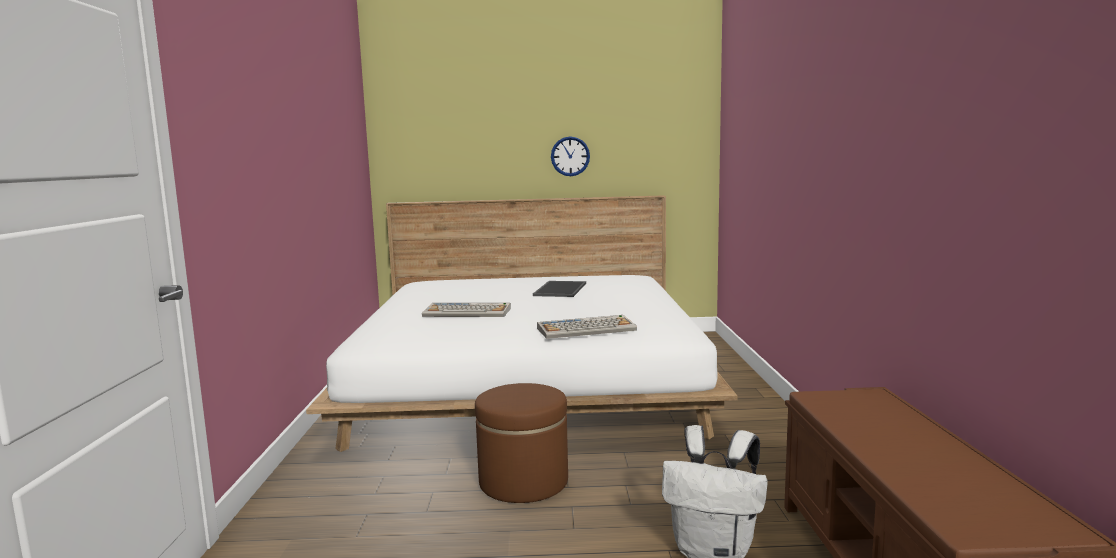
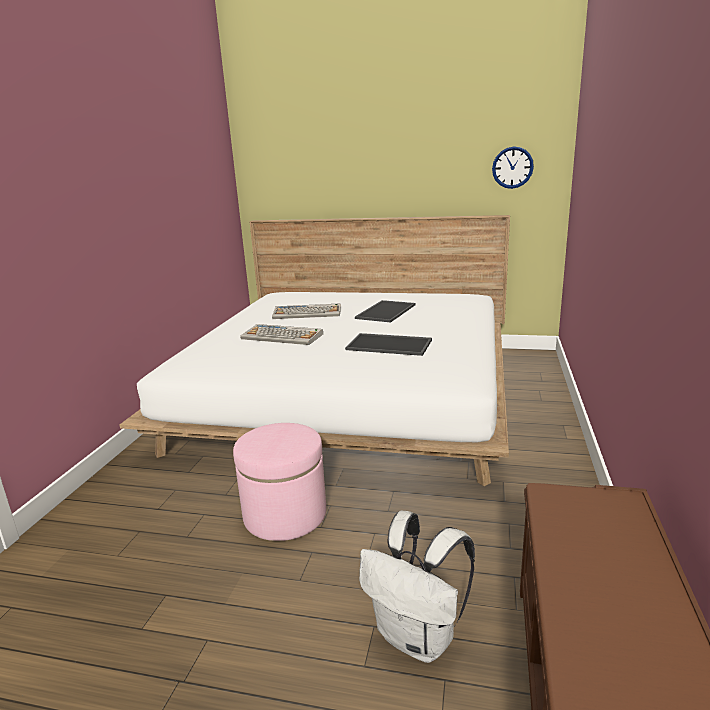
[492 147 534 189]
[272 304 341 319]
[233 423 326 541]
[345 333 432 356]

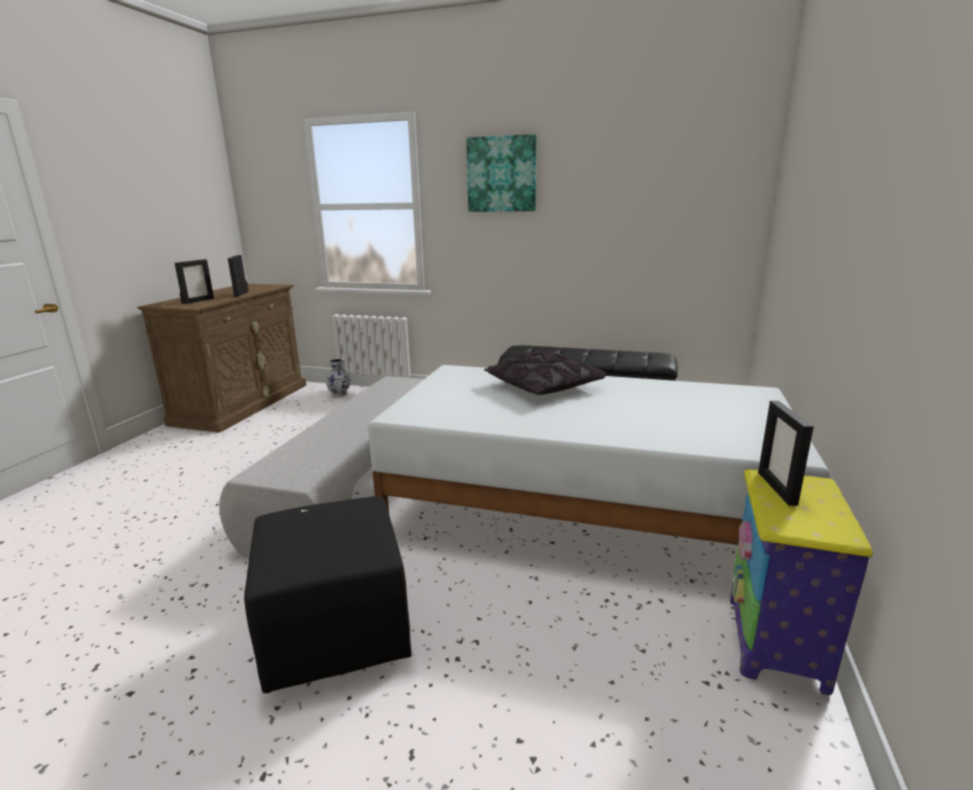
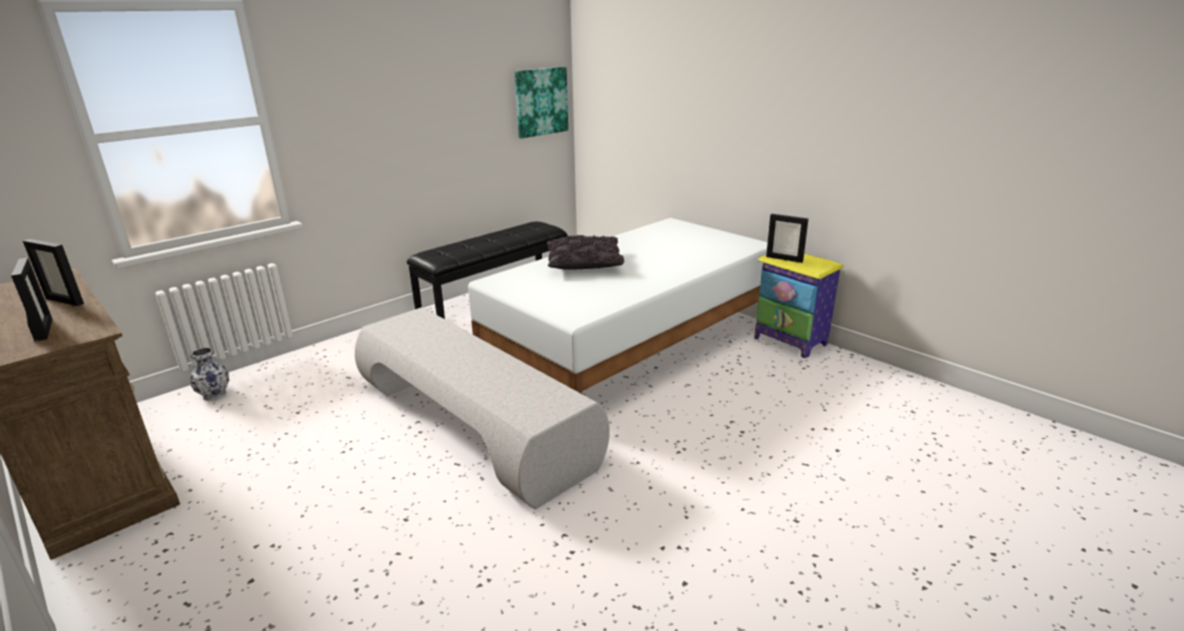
[515 67 568 138]
[244 496 411 693] (first image)

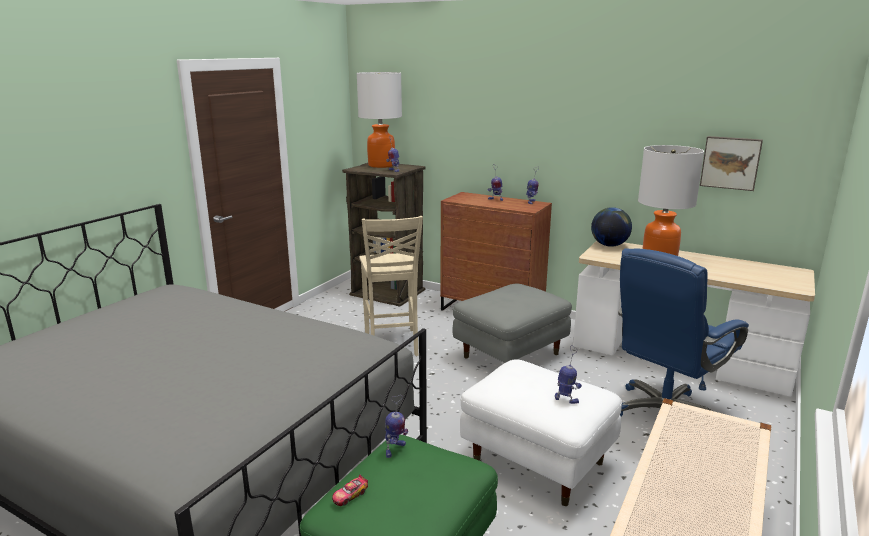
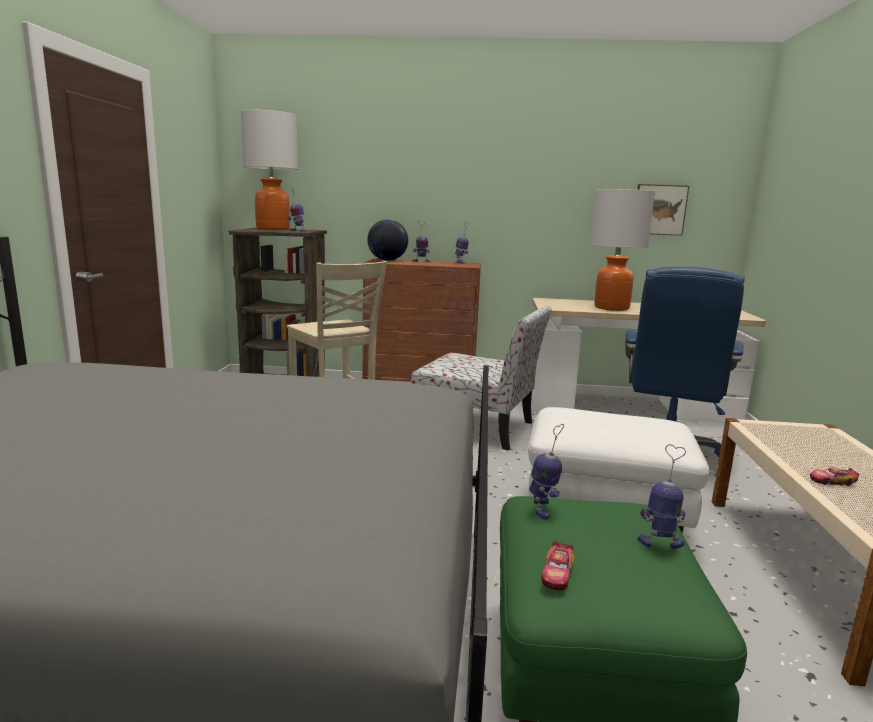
[367 219 408 261]
[410 306 551 450]
[637 444 686 549]
[810 468 859 486]

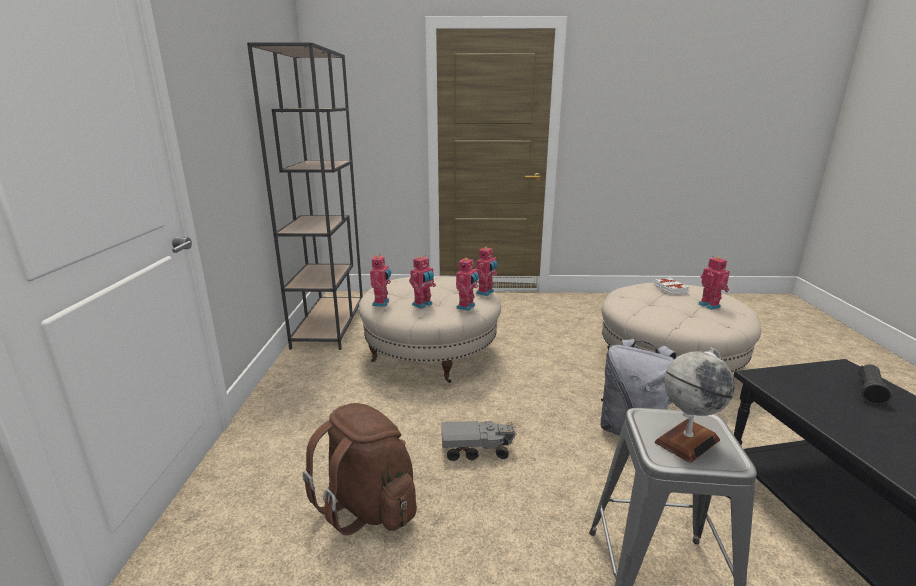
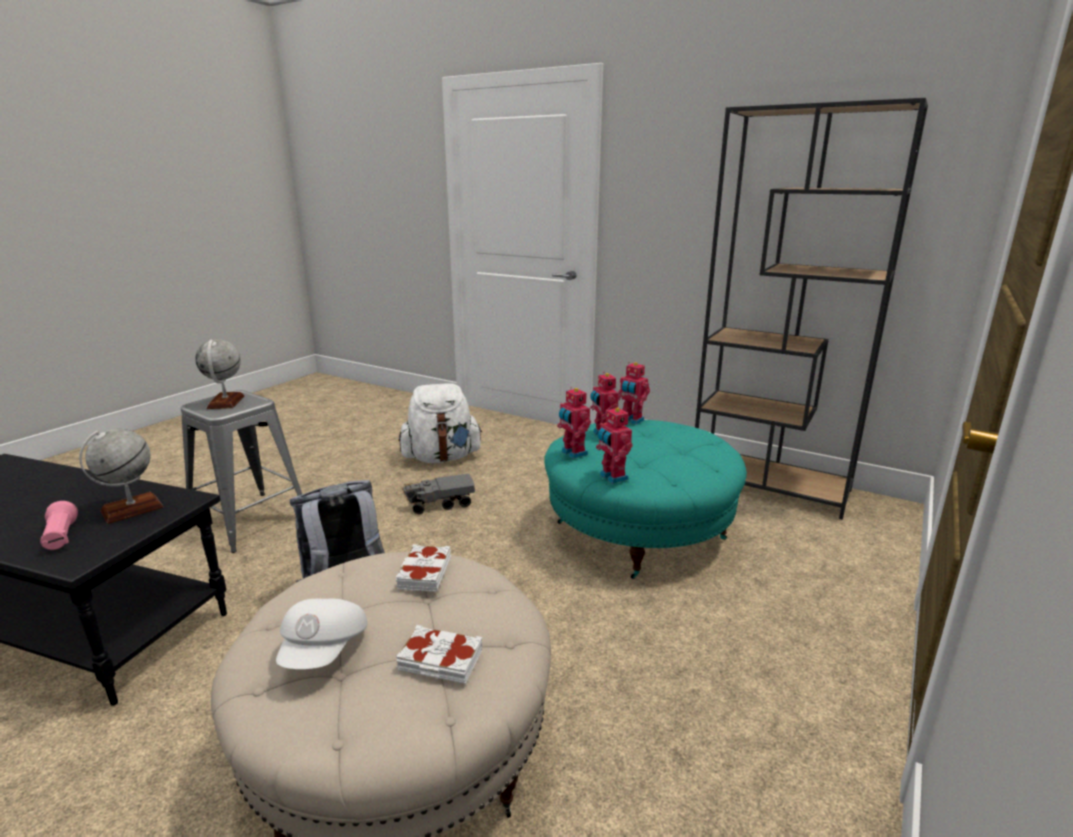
[276 599 368 669]
[544 420 747 579]
[40 501 78 550]
[399 383 483 463]
[402 474 475 514]
[79 429 163 524]
[396 544 451 592]

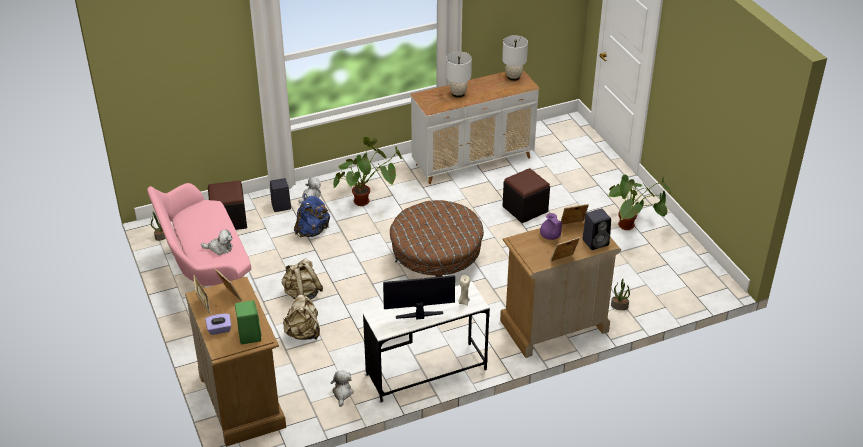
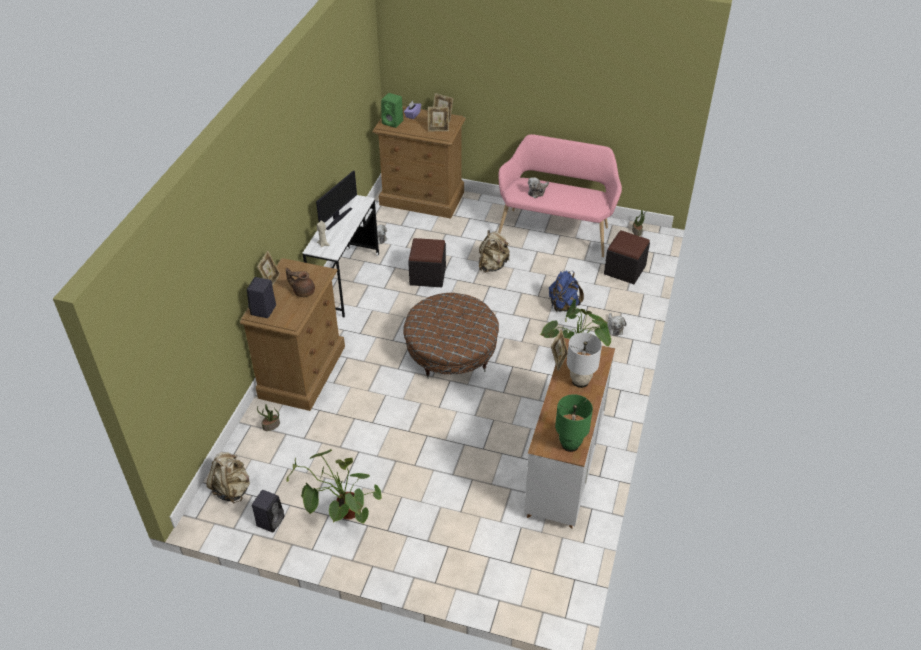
[555 394 593 452]
[408 238 446 287]
[252 490 284 533]
[551 329 568 371]
[286 268 315 297]
[207 453 250 504]

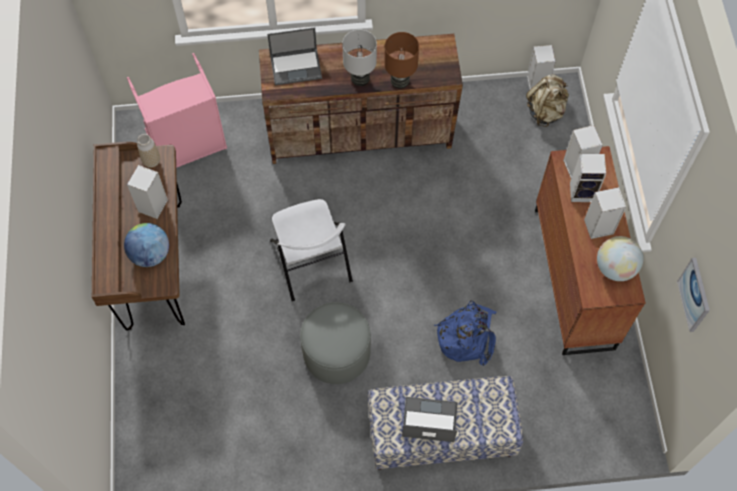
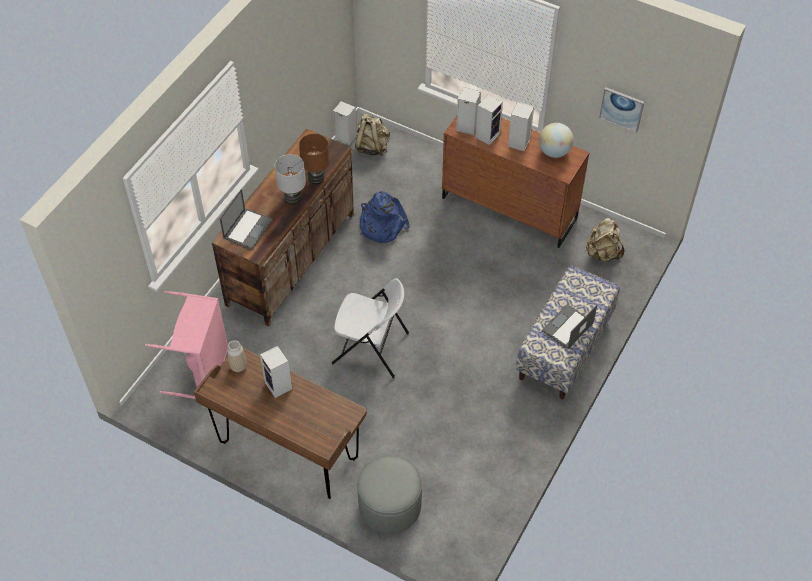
[124 223 169 267] (first image)
[360 191 410 243]
[357 455 422 534]
[586 218 624 262]

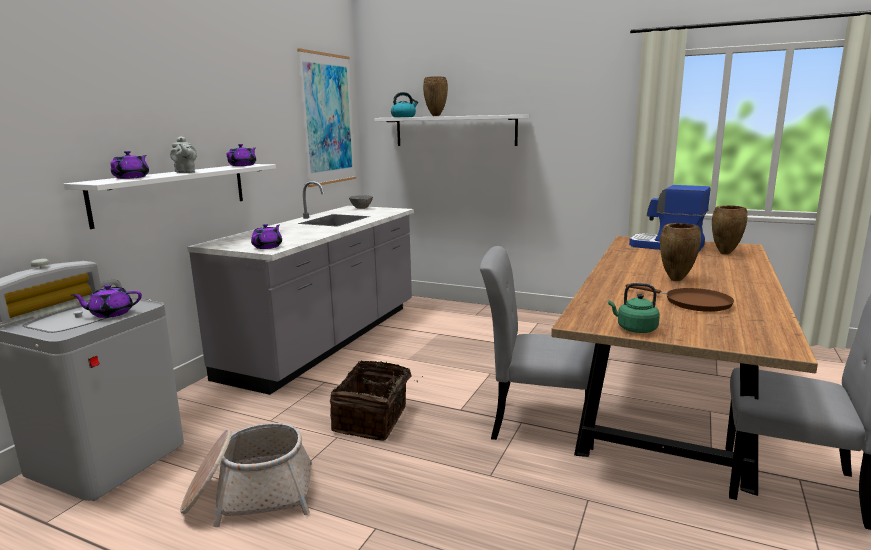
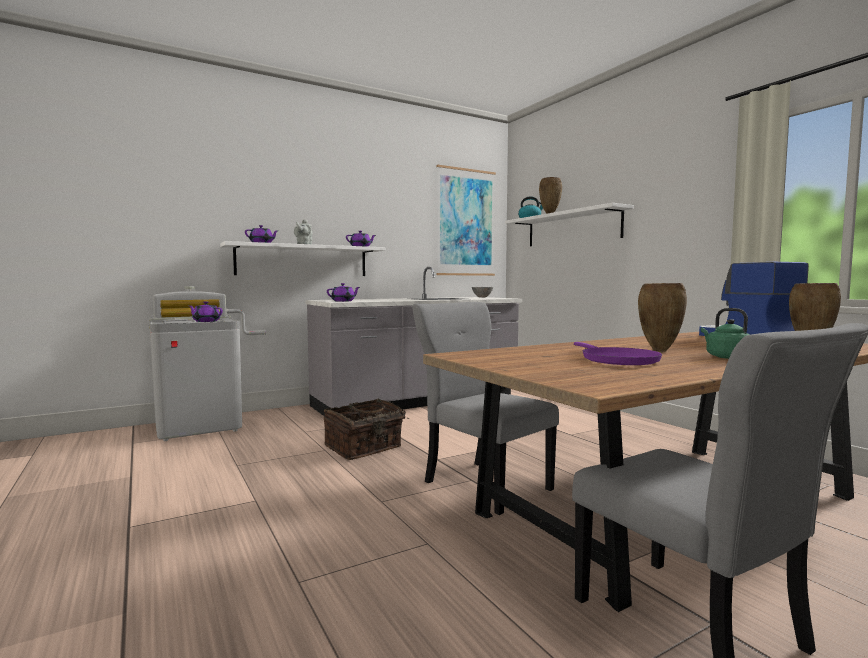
[701 308 750 359]
[574 342 662 365]
[180 423 312 527] (first image)

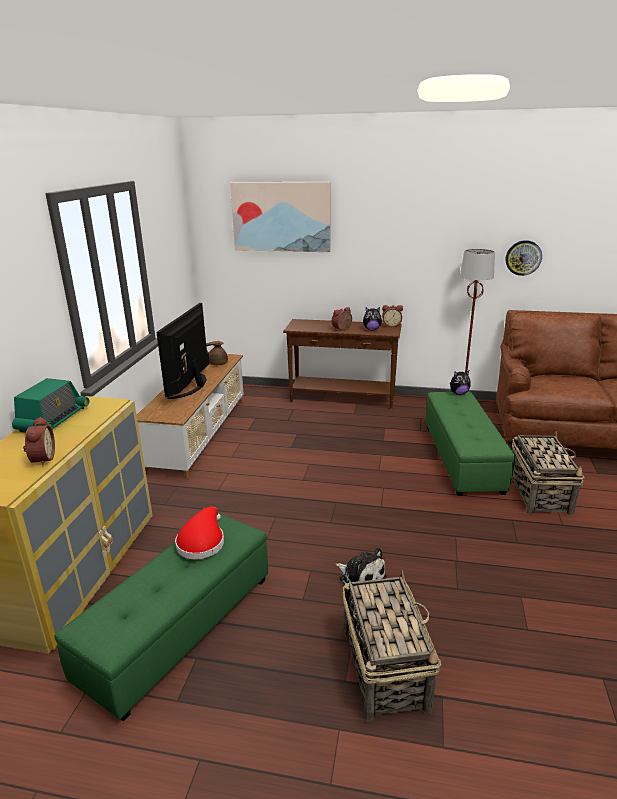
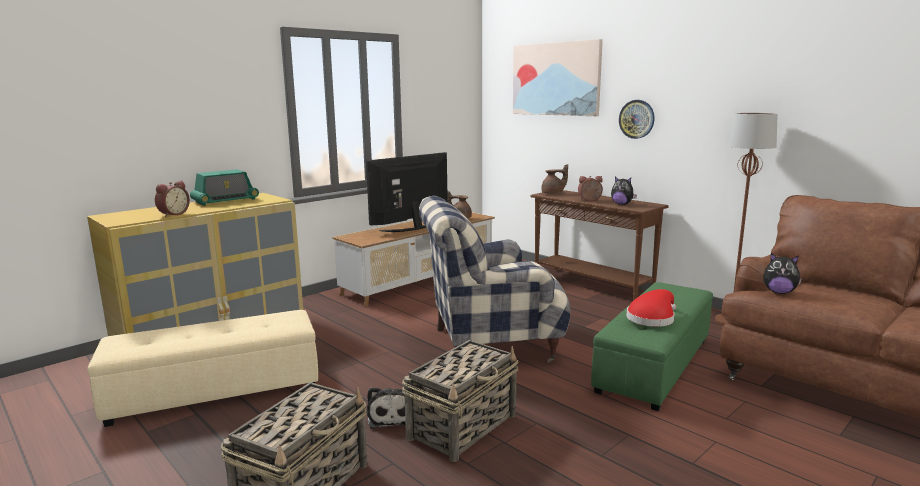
[619 100 655 139]
[382 305 403 327] (first image)
[763 253 802 294]
[402 340 518 462]
[627 289 676 327]
[88 310 318 427]
[541 164 568 194]
[419 196 570 363]

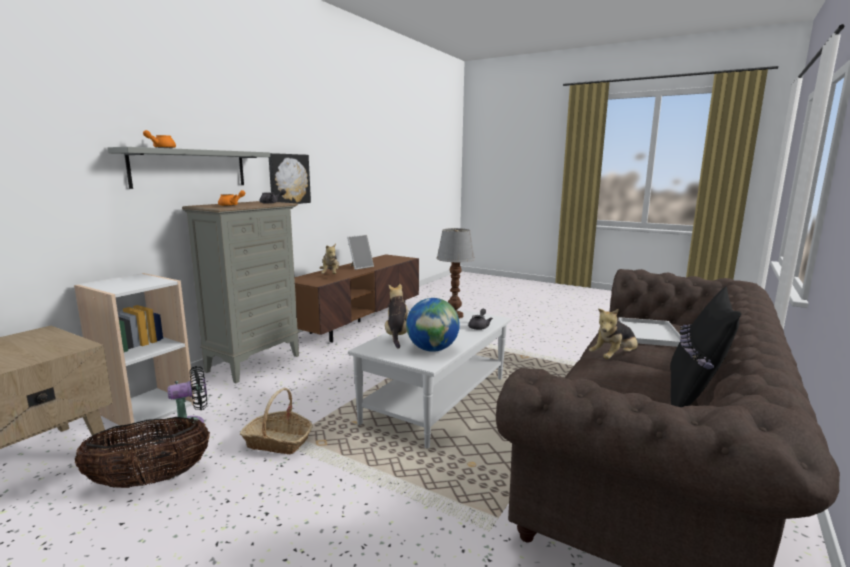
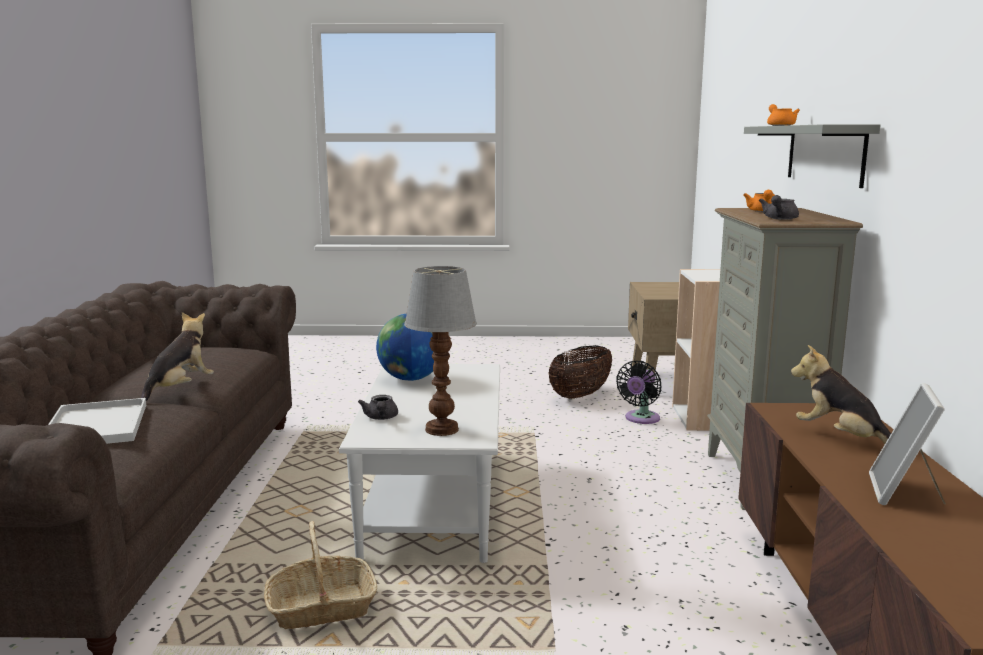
[269 153 311 204] (first image)
[385 284 408 349] (first image)
[670 286 741 407] (first image)
[264 521 377 629]

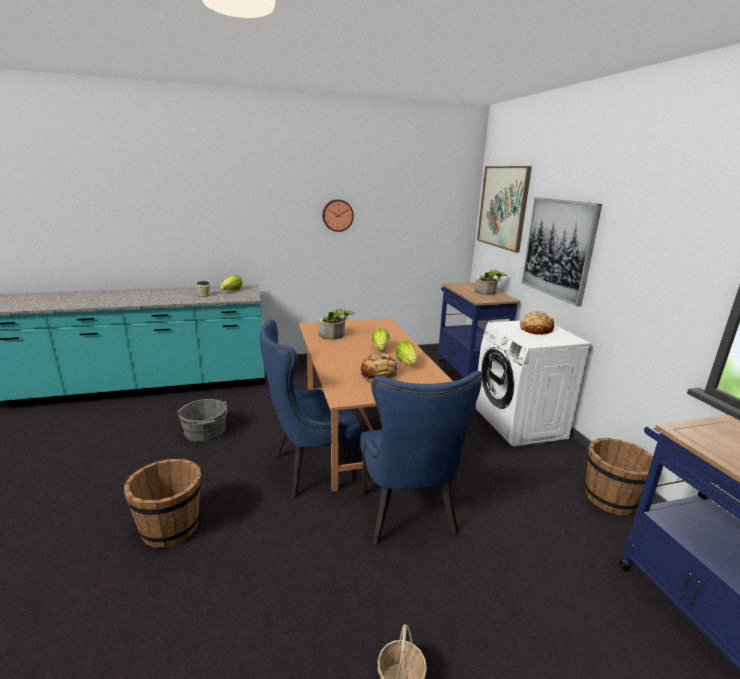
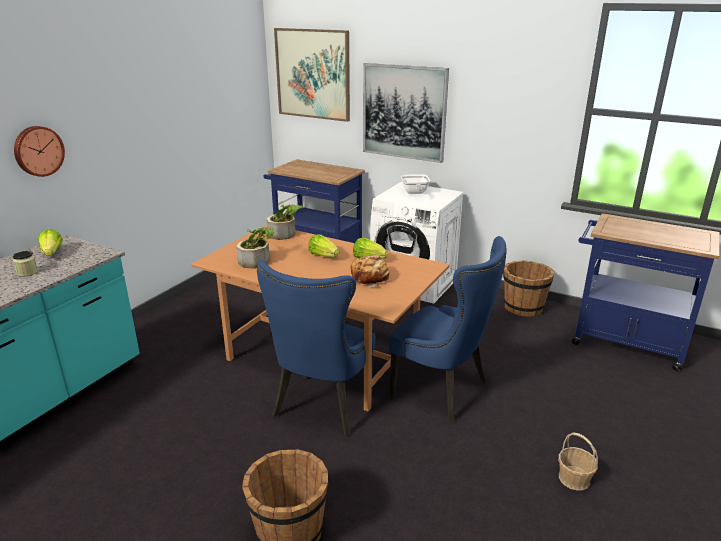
[14 126 65 177]
[266 204 304 240]
[401 174 430 194]
[177 399 227 442] (first image)

